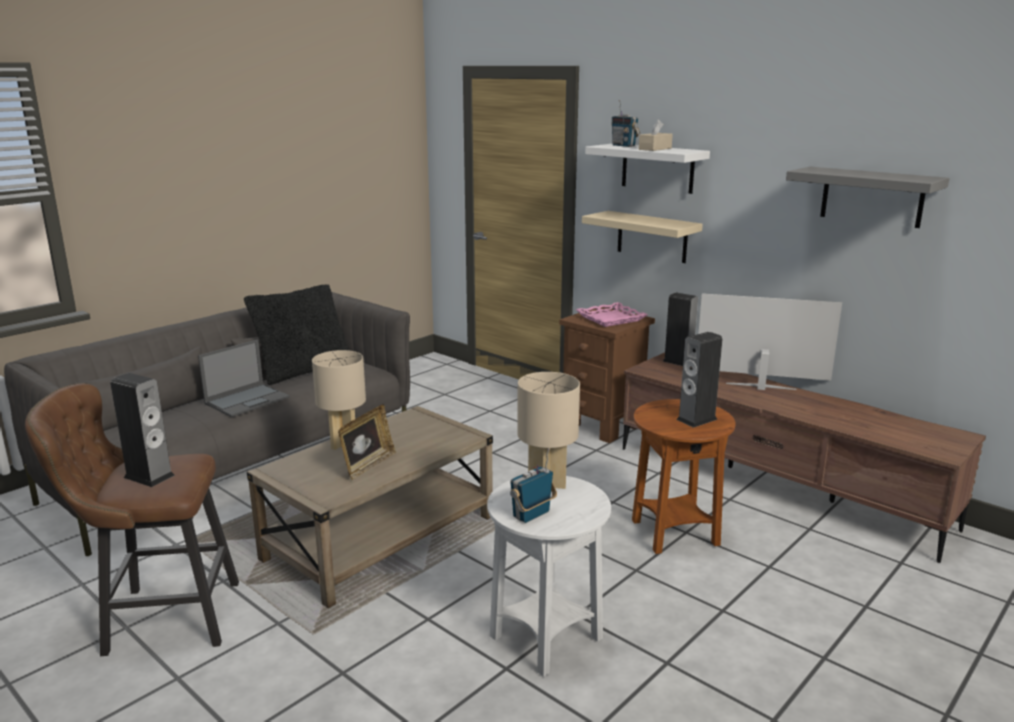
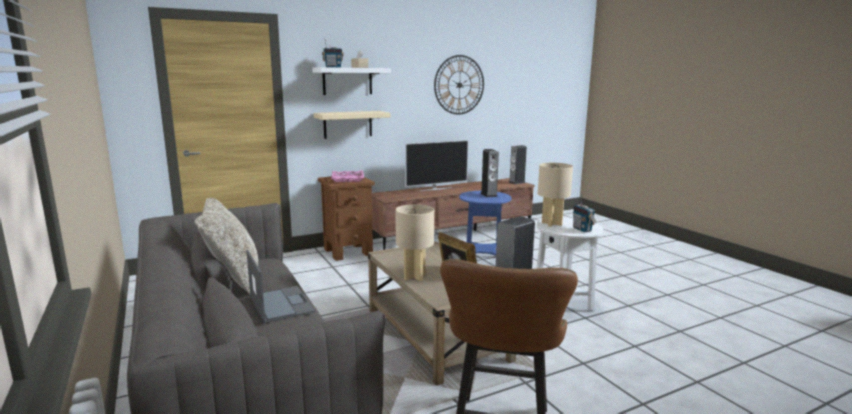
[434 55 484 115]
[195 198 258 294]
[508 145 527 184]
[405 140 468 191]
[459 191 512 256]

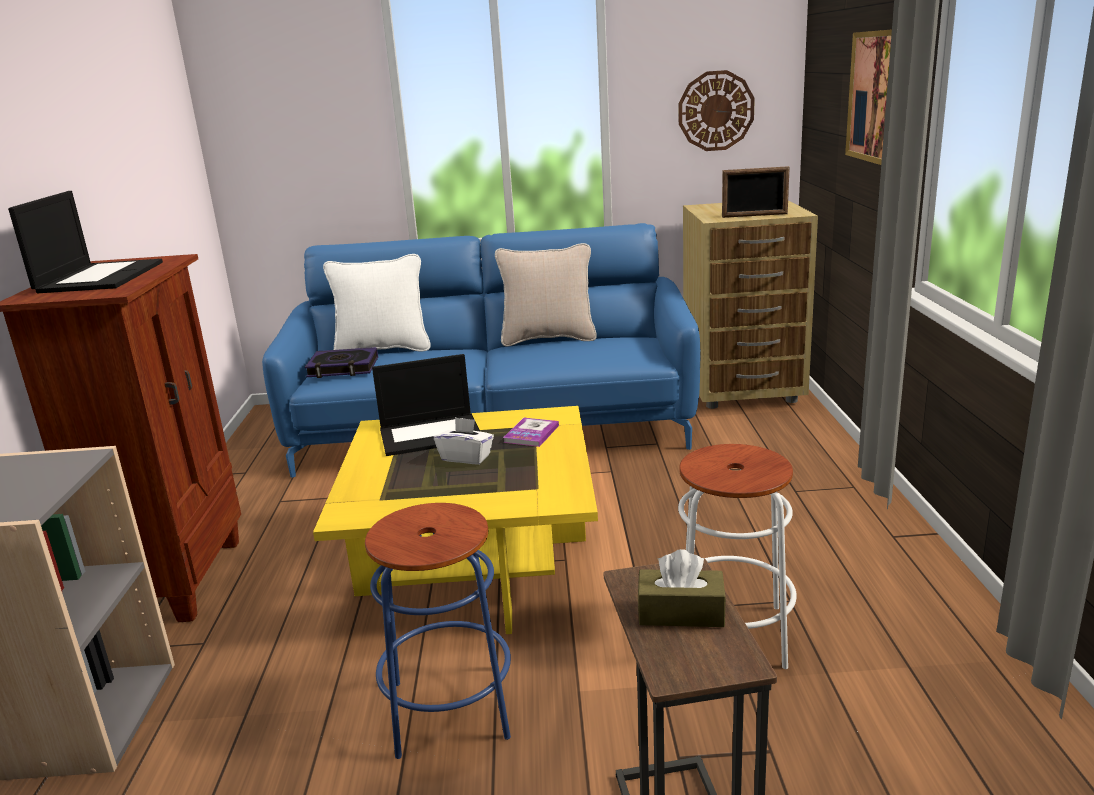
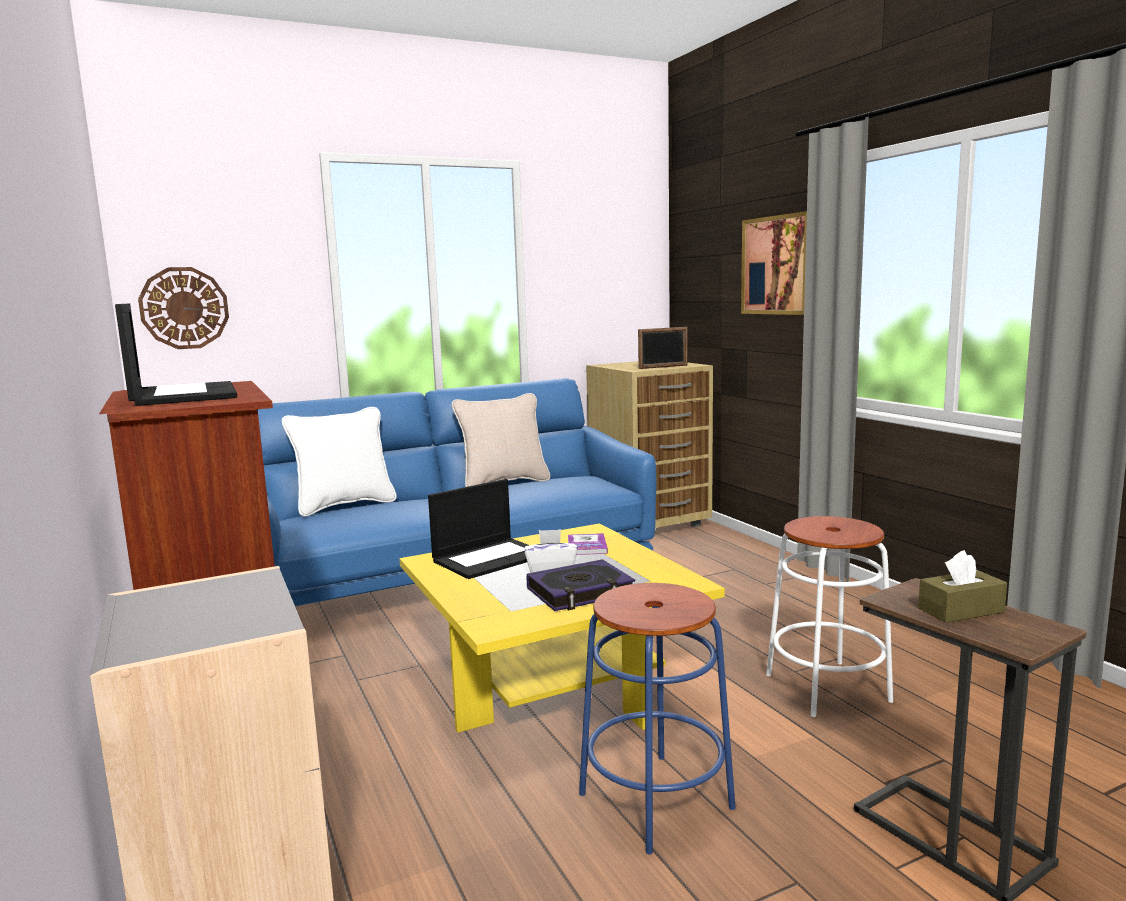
[138 267 229 349]
[527 559 635 611]

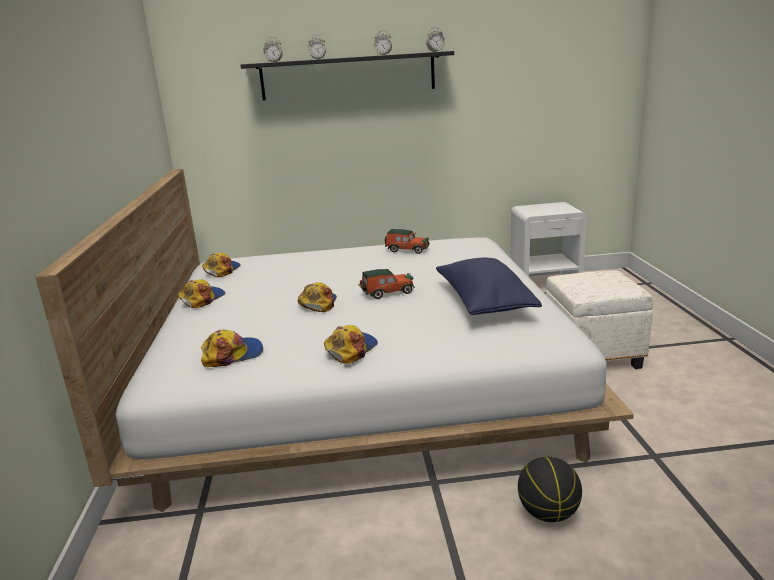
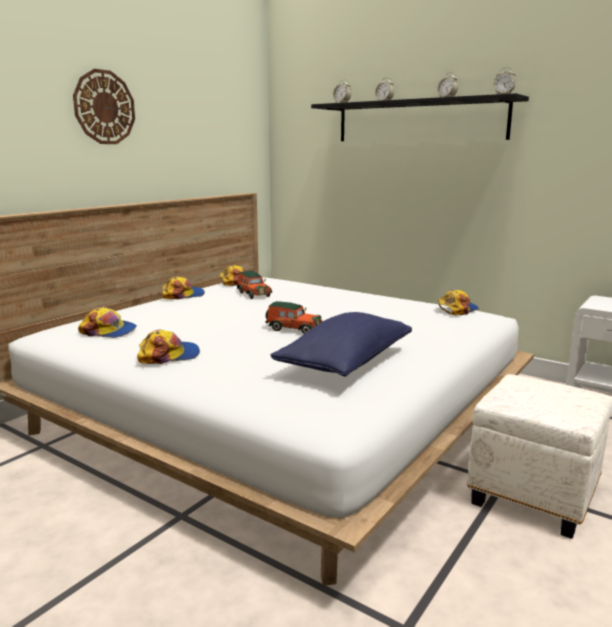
[237 271 272 299]
[438 290 479 315]
[518 457 582 522] (first image)
[73 69 135 144]

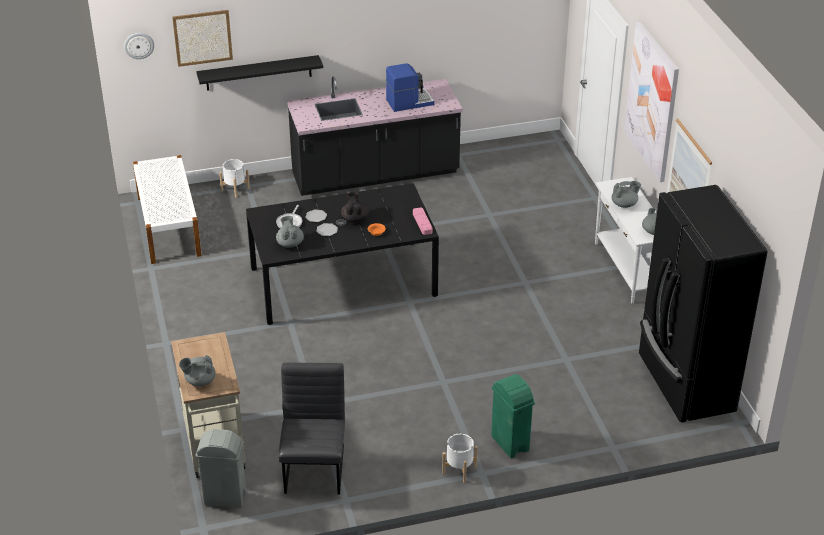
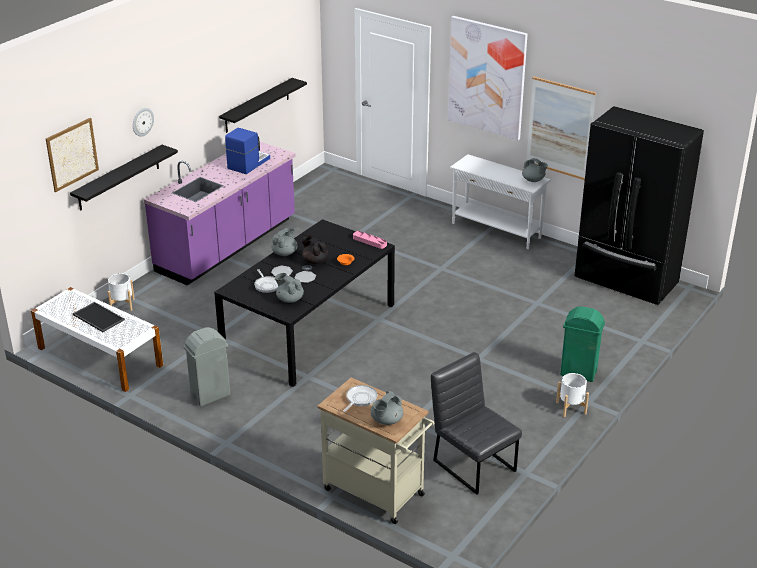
[133 108 154 137]
[144 142 296 285]
[271 228 297 256]
[184 327 230 406]
[219 78 307 133]
[73 302 125 332]
[343 385 377 412]

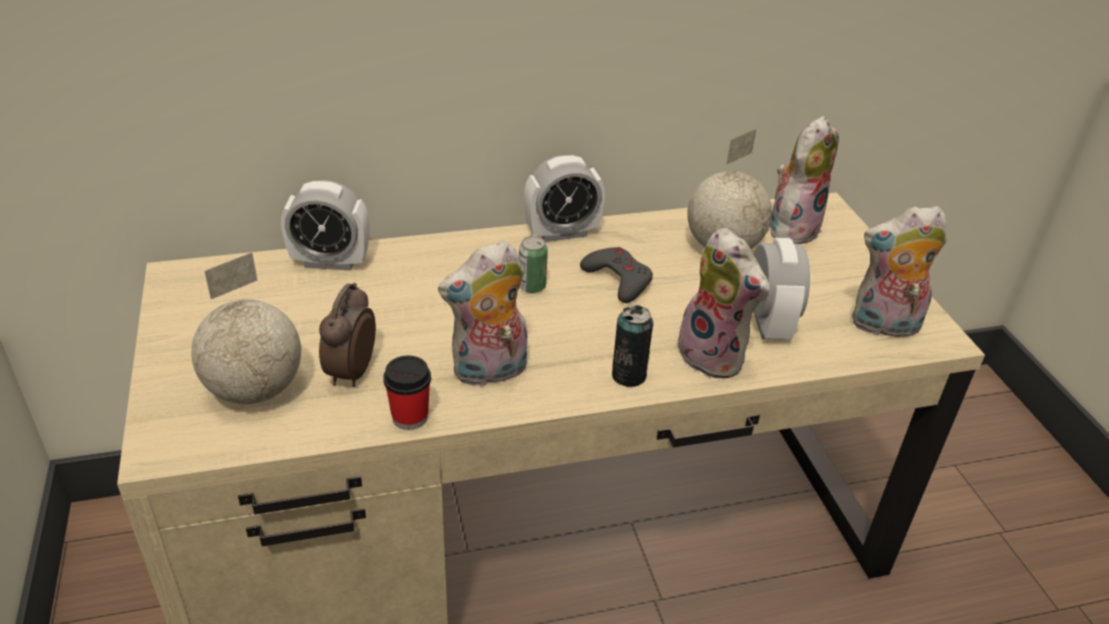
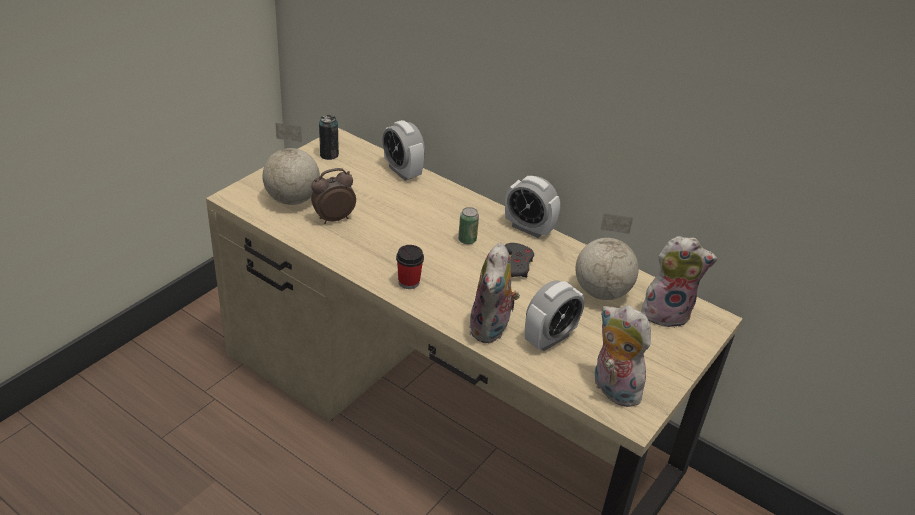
[438 240 527 386] (first image)
[319 115 339 160]
[396 245 424 289]

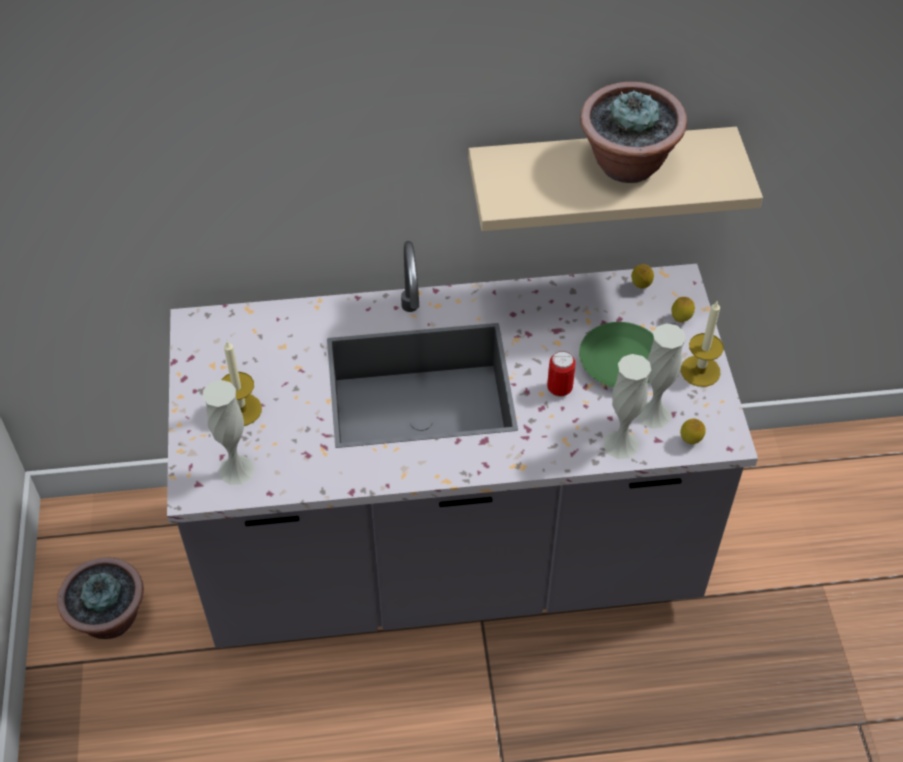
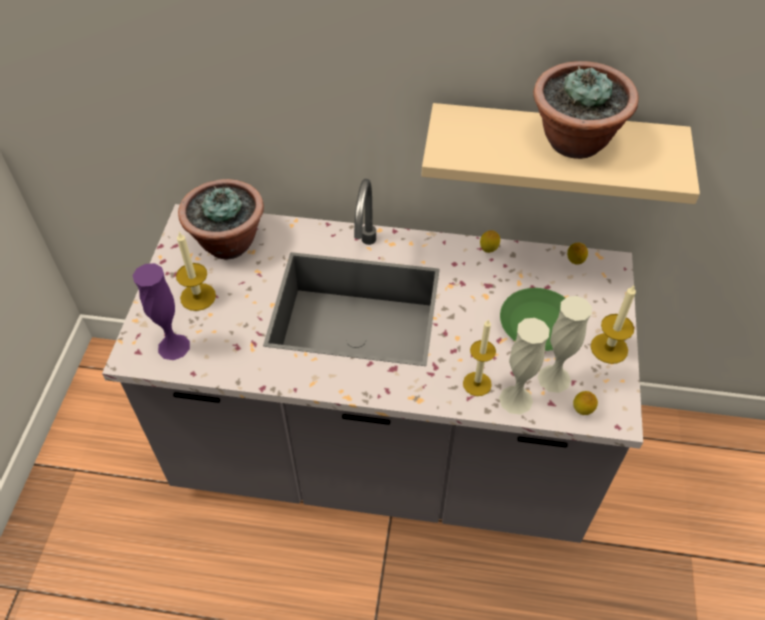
[480 230 500 253]
[547 351 576 397] (first image)
[133 263 190 360]
[178 179 264 259]
[463 319 496 396]

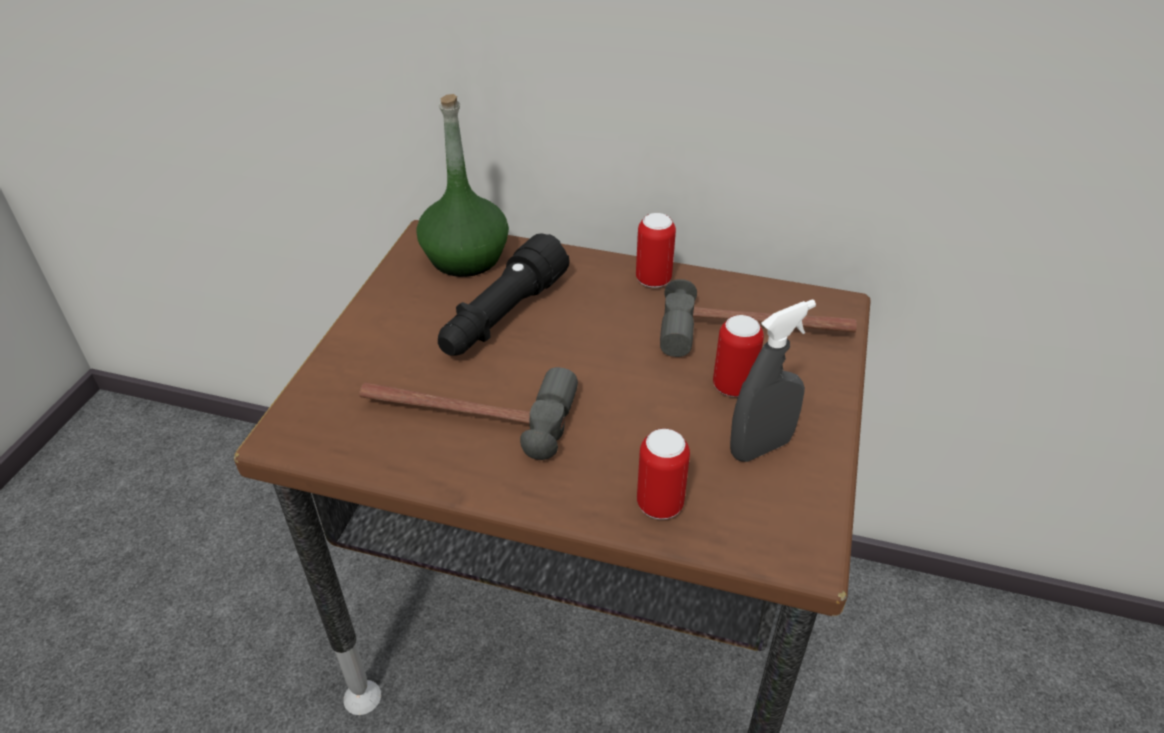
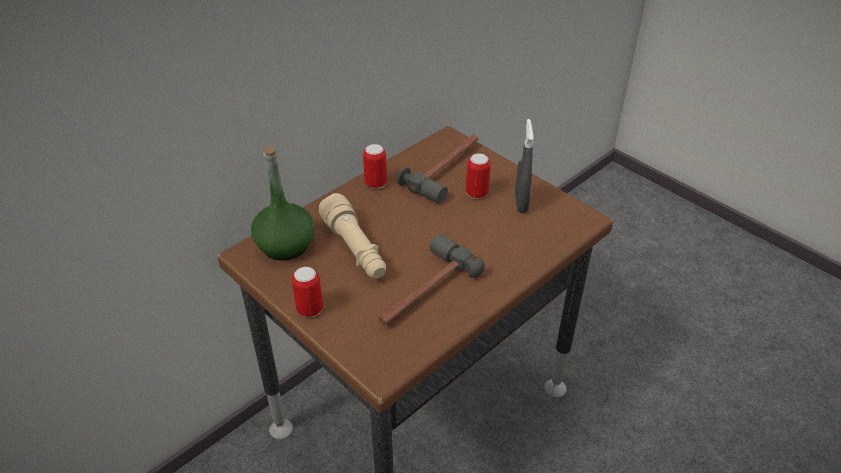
[319 193 386 279]
[292 267 323 317]

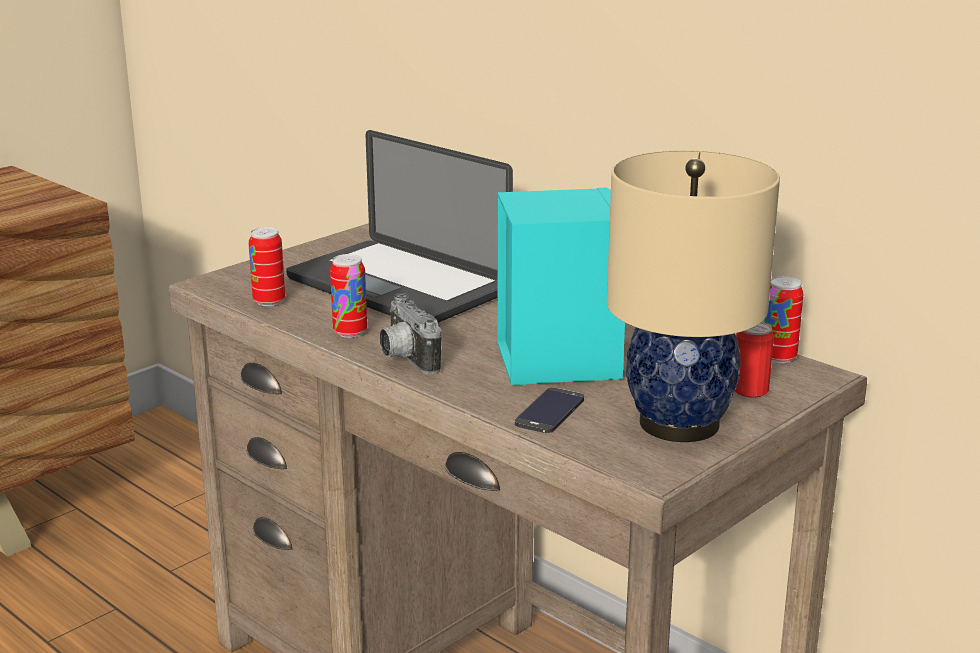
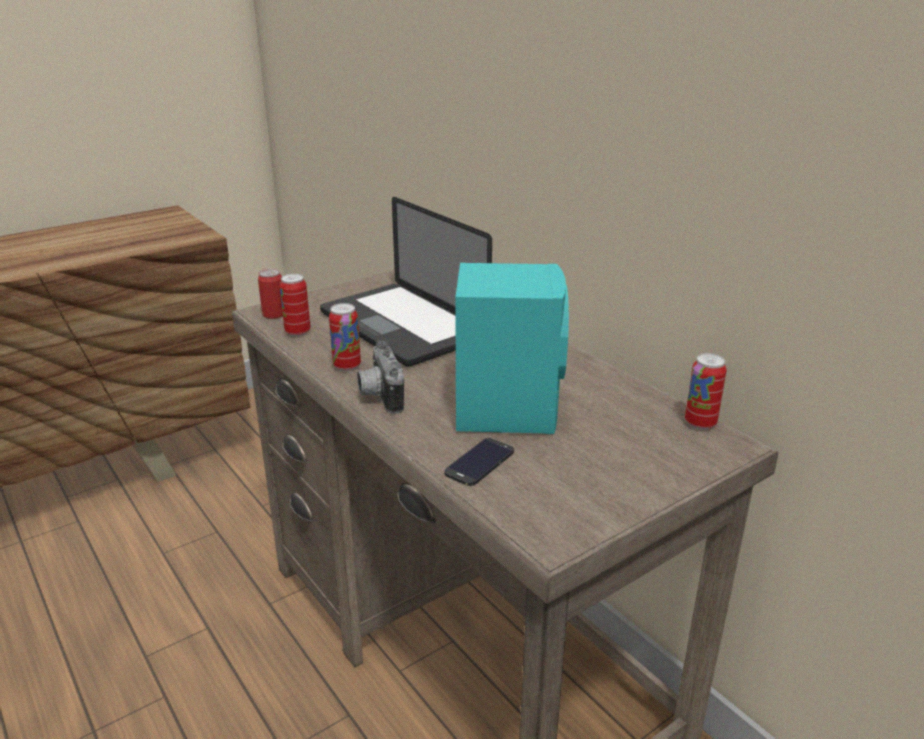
[607 150 780 442] (first image)
[258 269 283 319]

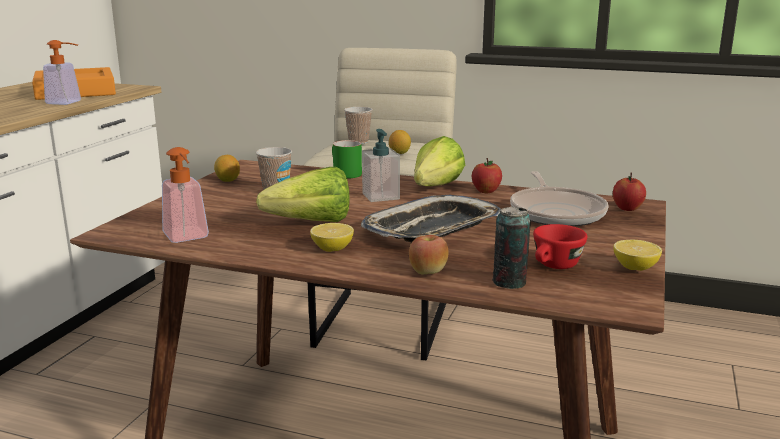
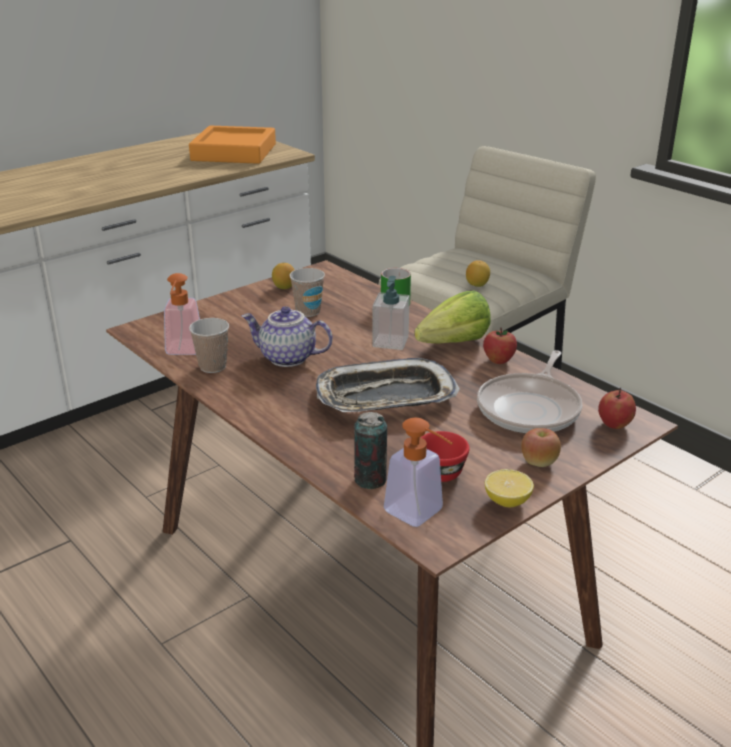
[384 418 453 527]
[189 318 229 373]
[242 306 333 367]
[310 223 354 252] (first image)
[521 428 561 467]

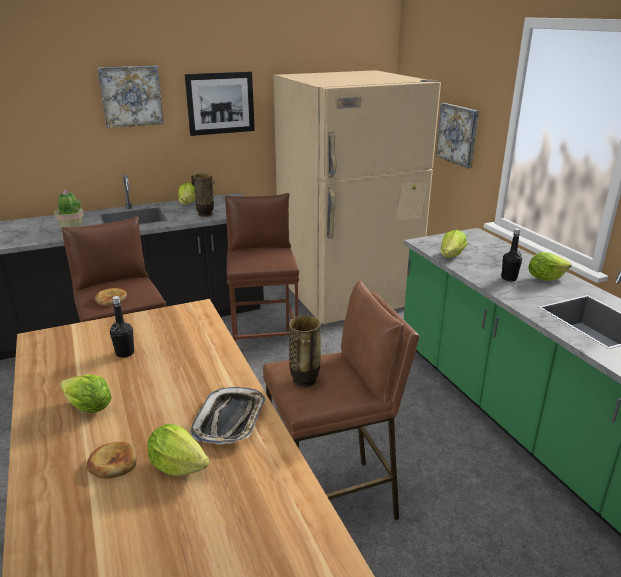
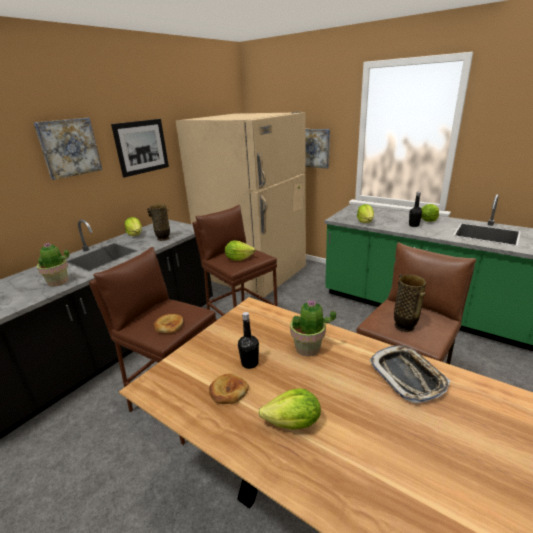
[225 241 256 261]
[209 373 249 404]
[290 300 336 356]

